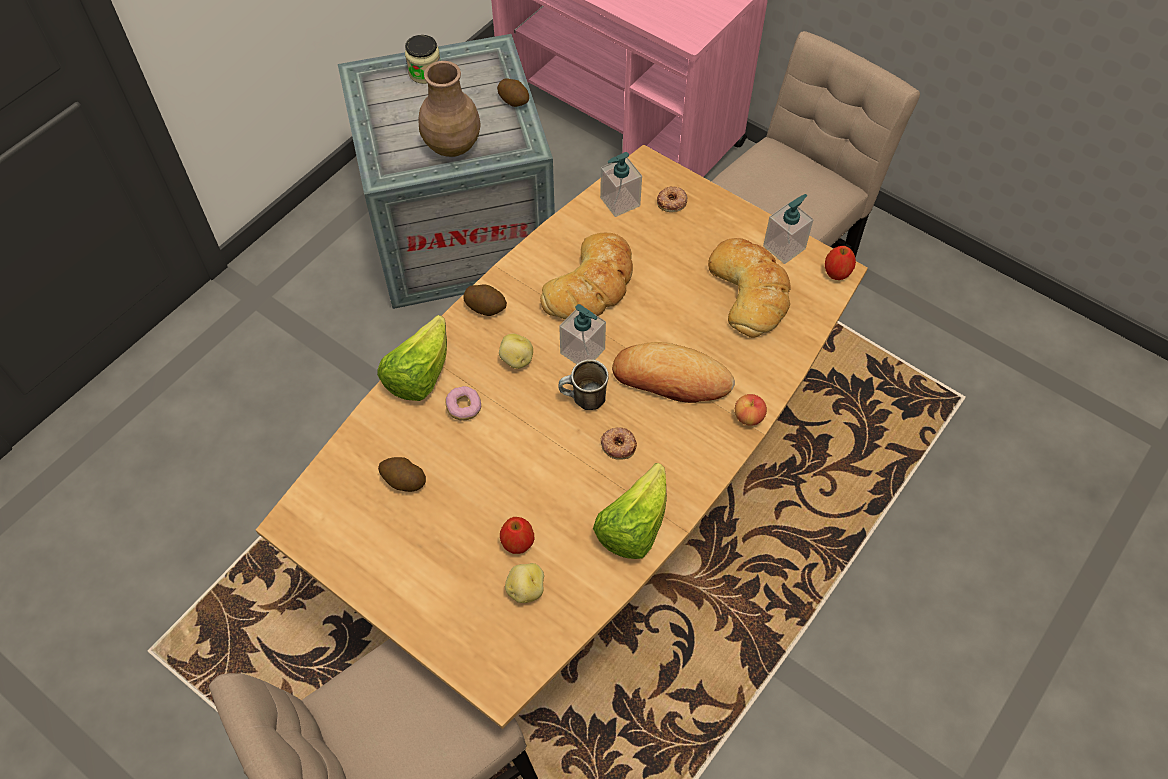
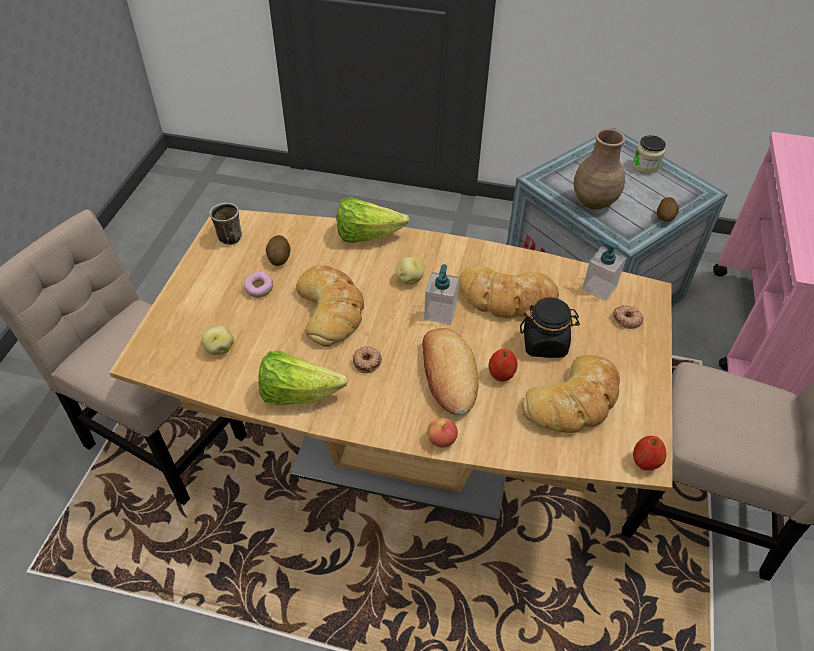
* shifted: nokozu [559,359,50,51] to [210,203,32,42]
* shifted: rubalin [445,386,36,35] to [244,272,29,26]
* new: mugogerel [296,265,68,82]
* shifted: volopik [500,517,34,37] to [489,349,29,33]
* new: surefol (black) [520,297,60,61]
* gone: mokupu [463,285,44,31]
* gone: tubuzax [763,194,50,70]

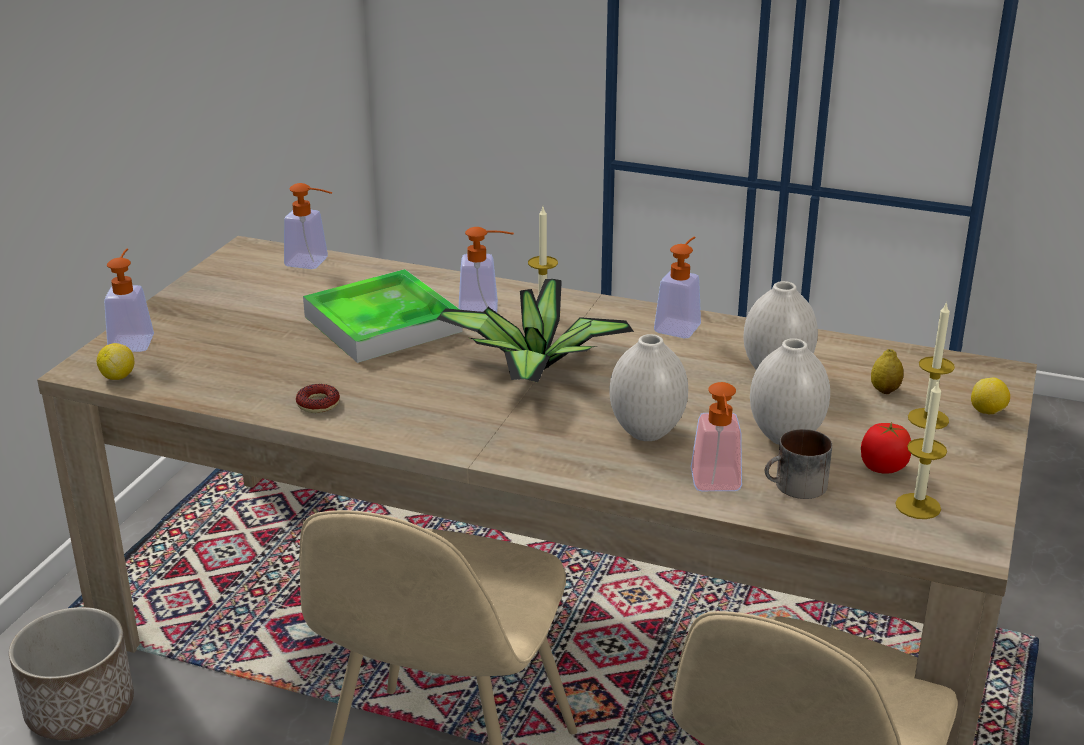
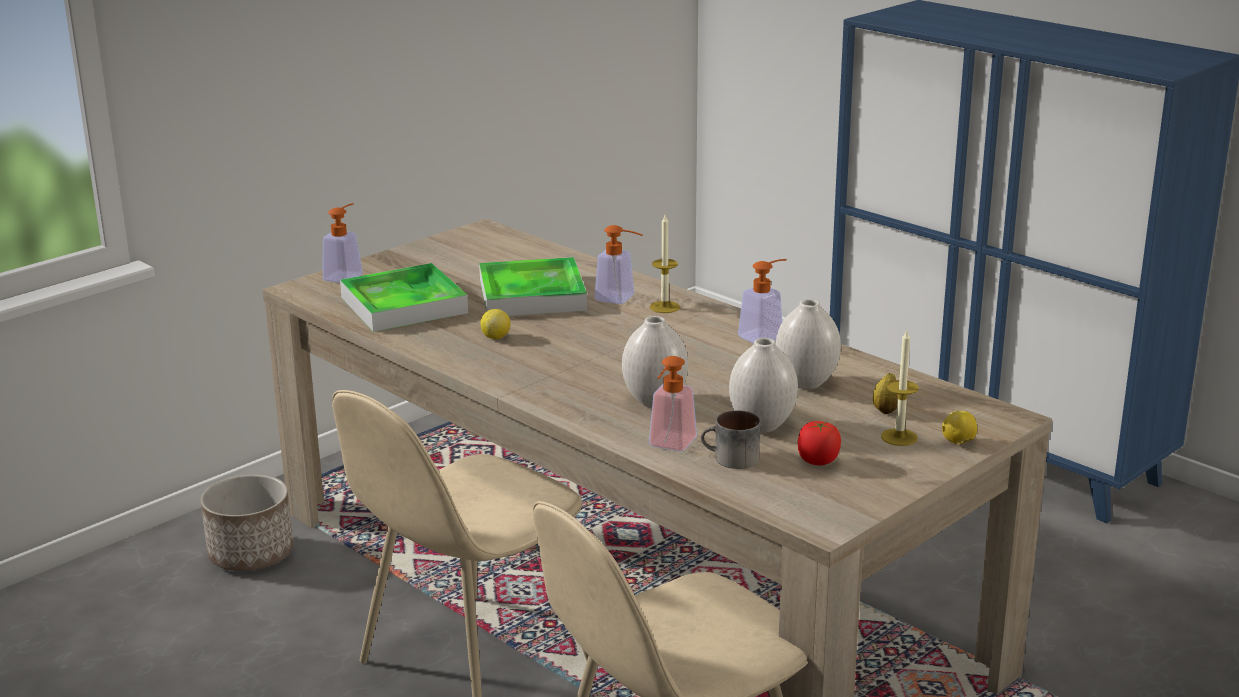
* new: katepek [340,263,128,69]
* shifted: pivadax [97,343,37,37] to [480,309,31,30]
* gone: tubuzax [284,183,49,86]
* gone: rubalin [296,384,44,29]
* gone: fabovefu [437,279,197,103]
* gone: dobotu [895,381,52,138]

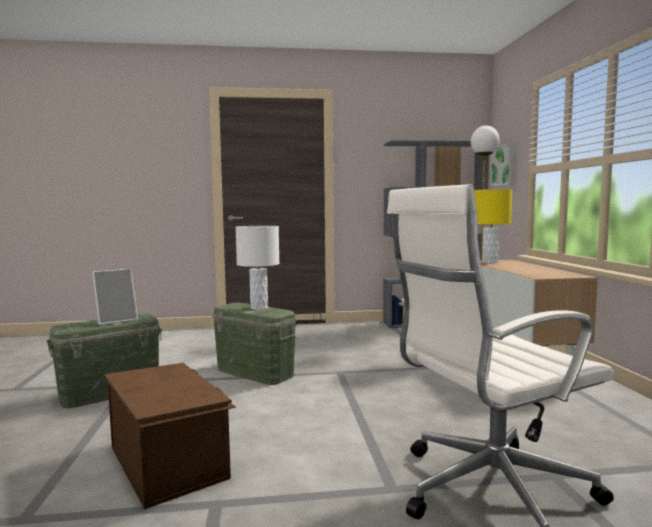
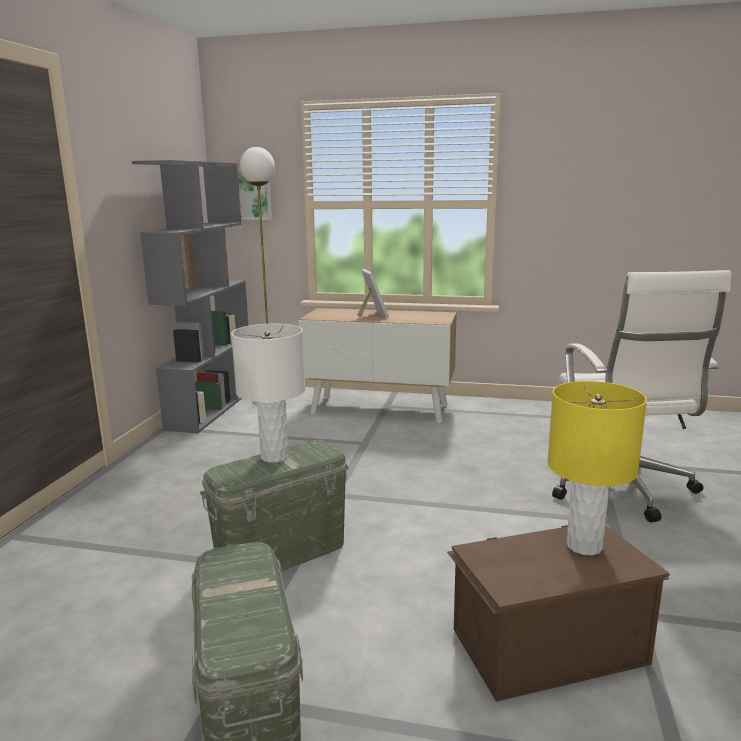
* shifted: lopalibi [92,269,46,57] to [357,269,32,49]
* shifted: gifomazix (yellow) [474,190,38,73] to [547,381,100,174]

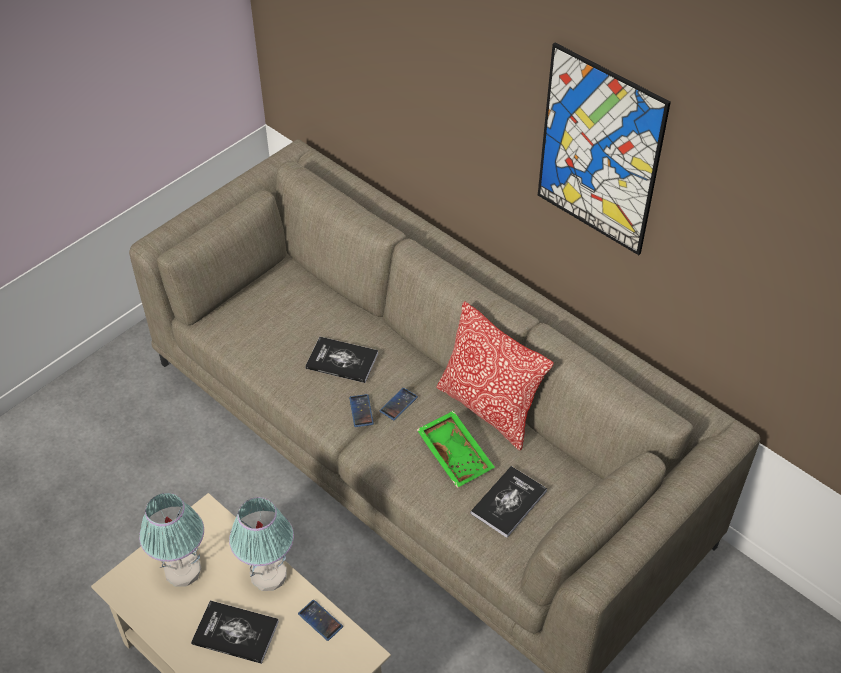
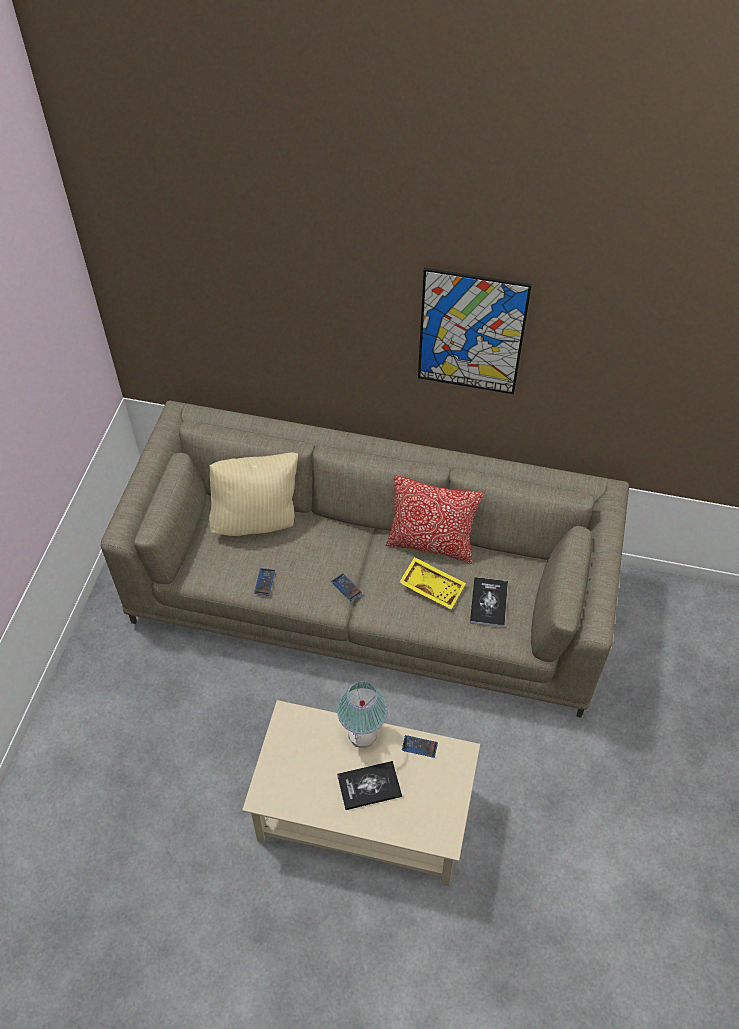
* new: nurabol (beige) [209,452,89,84]
* shifted: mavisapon [380,388,38,32] to [254,568,21,28]
* repainted: katepek (green) [416,411,79,77] to katepek (yellow) [399,557,67,53]
* gone: gifomazix [139,493,65,94]
* gone: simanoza [305,337,73,46]

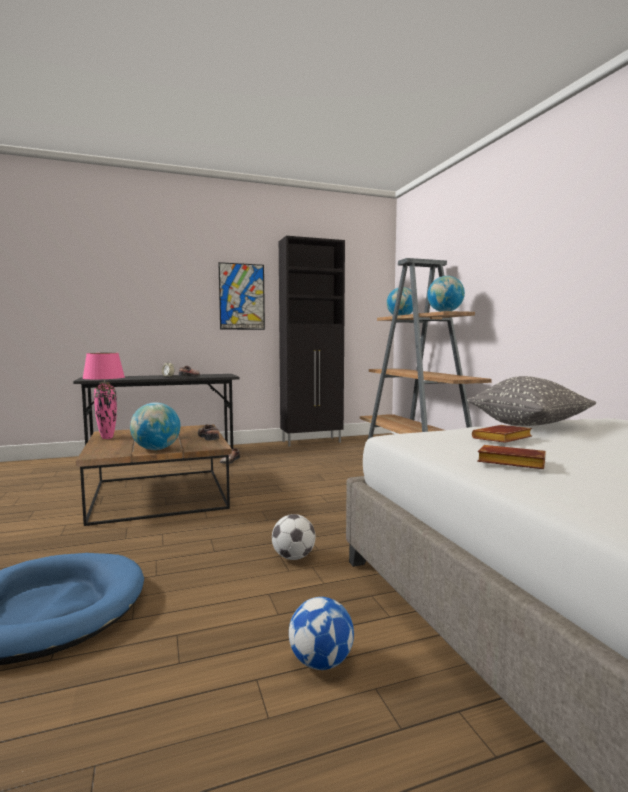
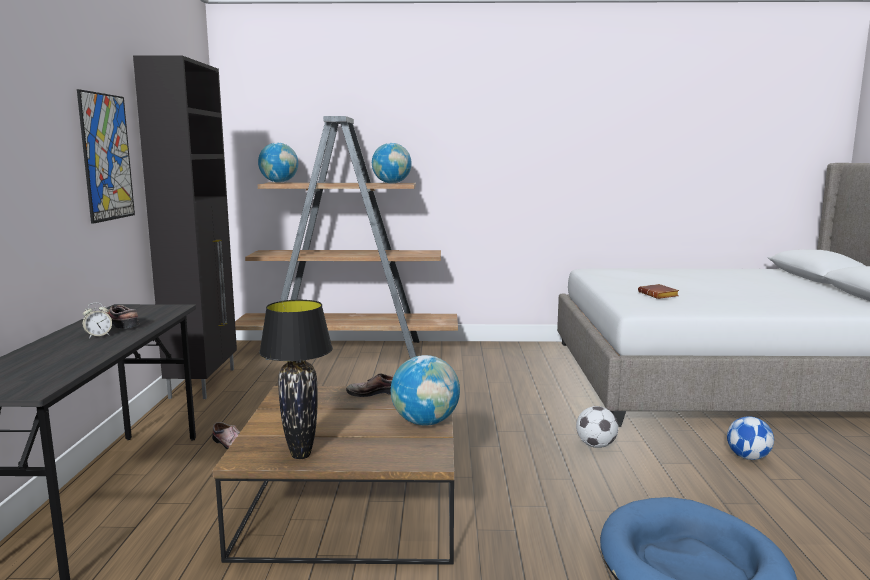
* repainted: gifomazix (pink) [82,353,43,86] to gifomazix (black) [259,300,74,159]
* gone: nurabol (grey) [467,376,129,50]
* gone: simanoza (brown) [477,445,69,24]

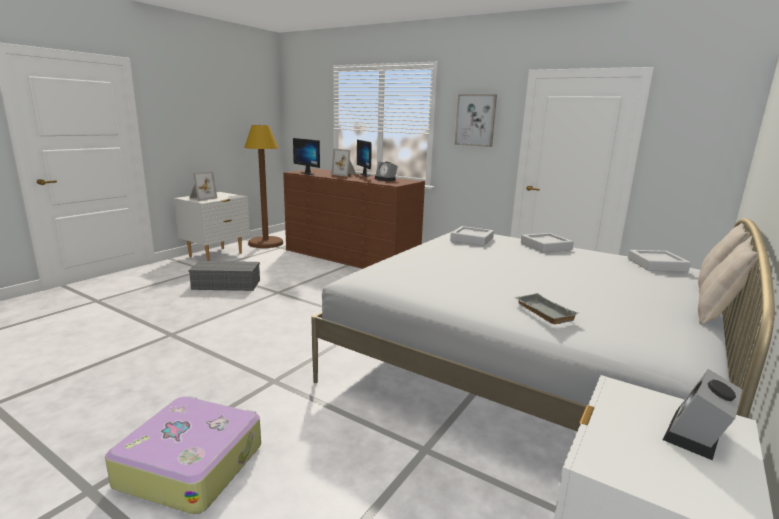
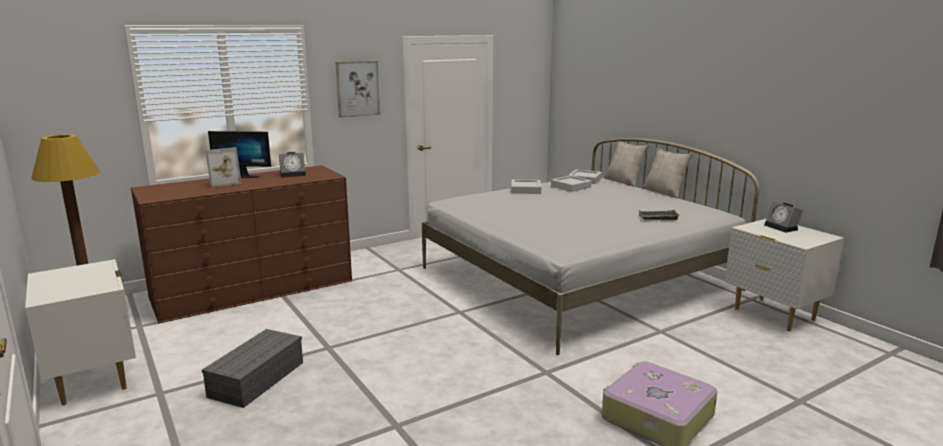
* shifted: katepek (grey) [450,226,44,20] to [551,176,40,16]
* gone: lopalibi [189,171,28,30]
* gone: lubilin [293,138,27,38]

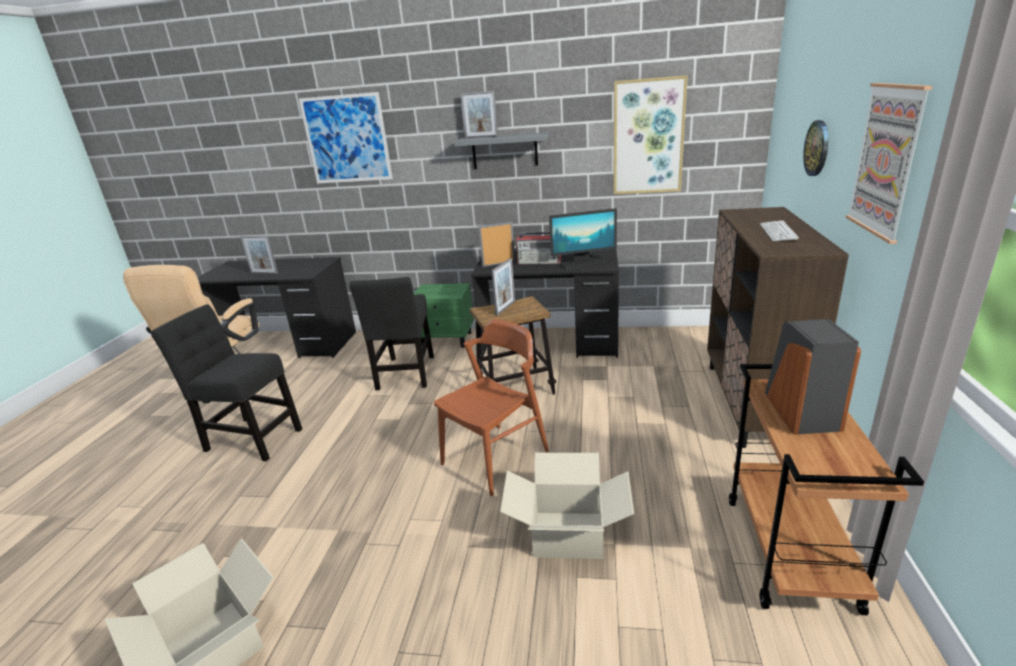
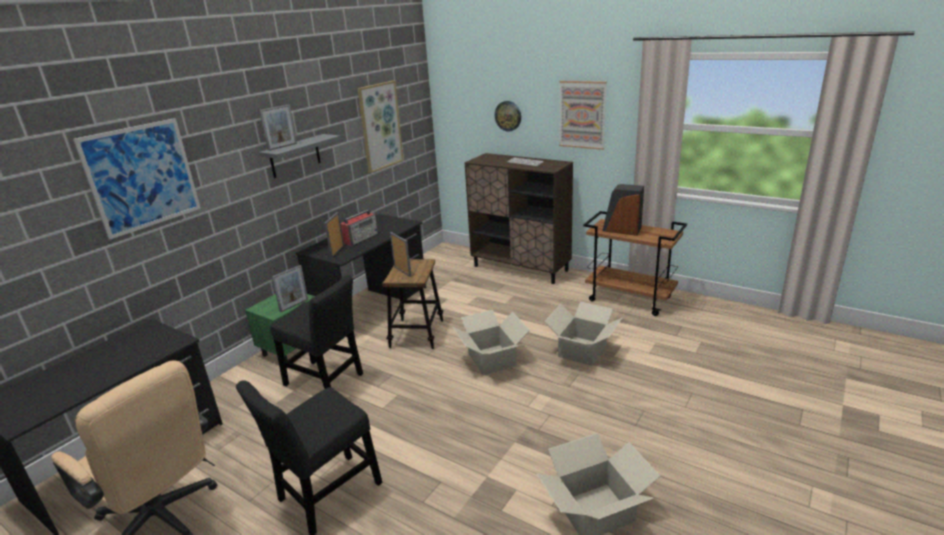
* shifted: lopalibi [240,236,38,38] to [272,265,36,47]
* swapped: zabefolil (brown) [434,319,115,177] to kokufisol [453,310,77,65]
* gone: lubilin [549,208,68,62]

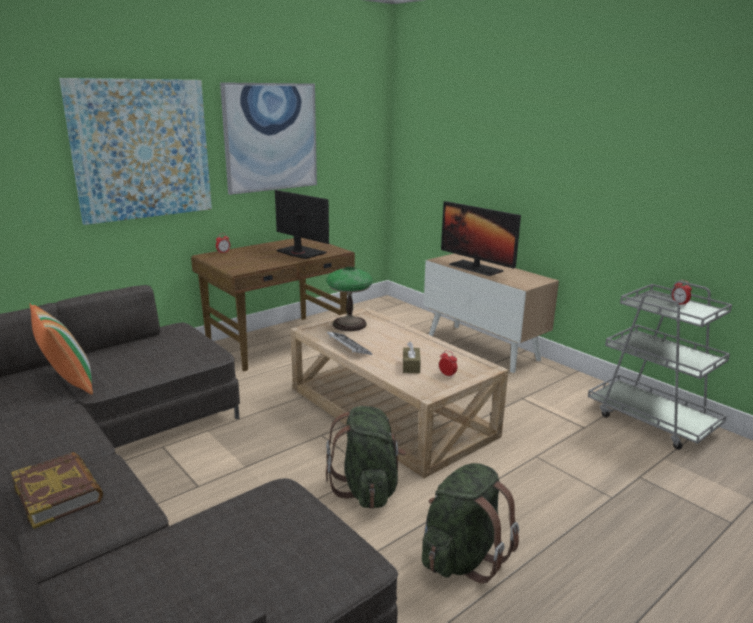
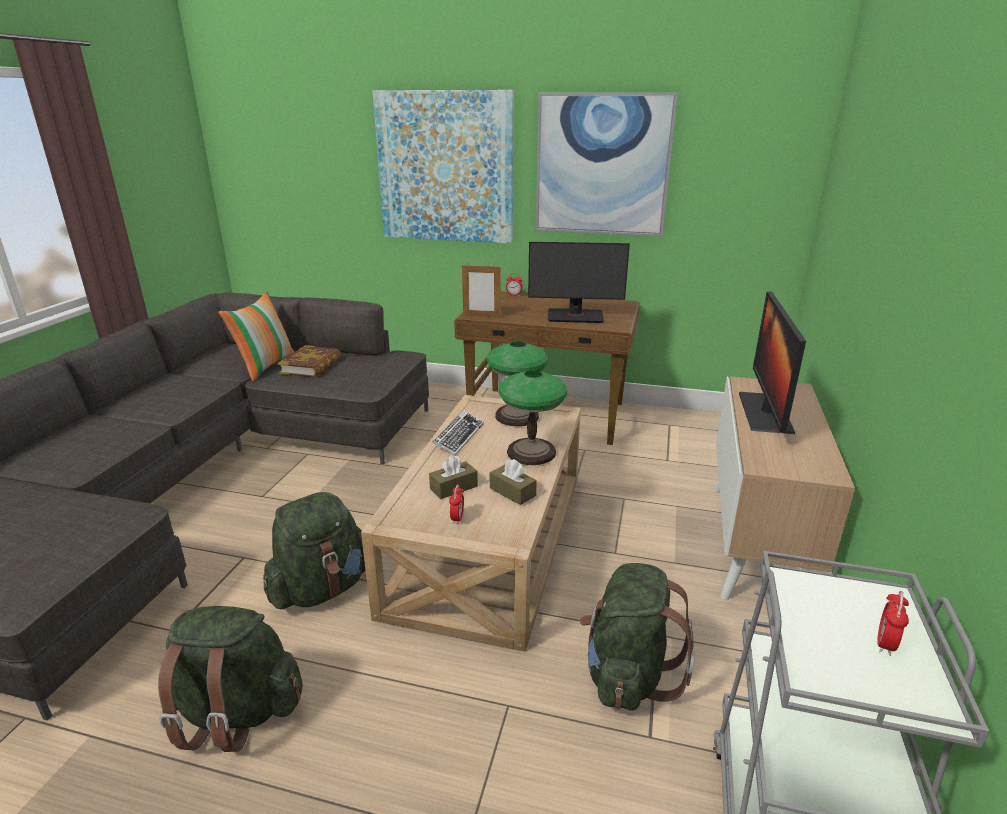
* shifted: simanoza [11,452,92,77] to [278,345,63,32]
* new: lopalibi [462,264,39,53]
* new: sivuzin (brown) [490,459,47,46]
* new: gifomazix [499,371,68,94]
* rotated: lubilin [275,190,54,69] = [528,242,102,81] 90 degrees clockwise
* new: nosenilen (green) [580,563,115,147]

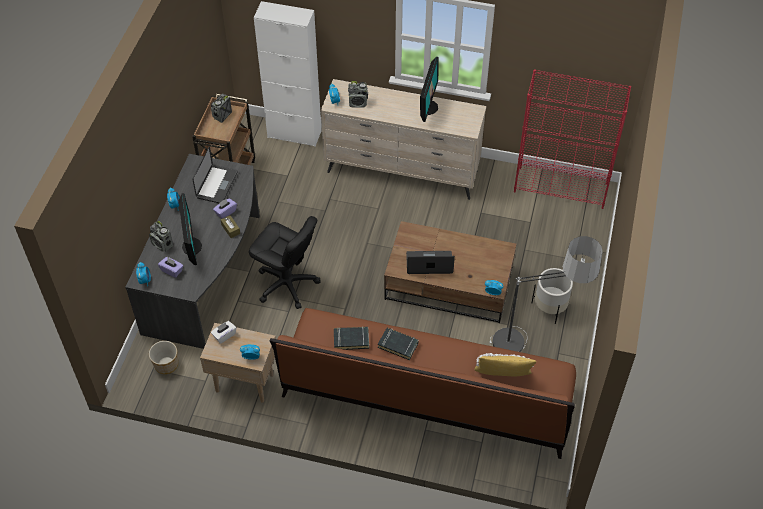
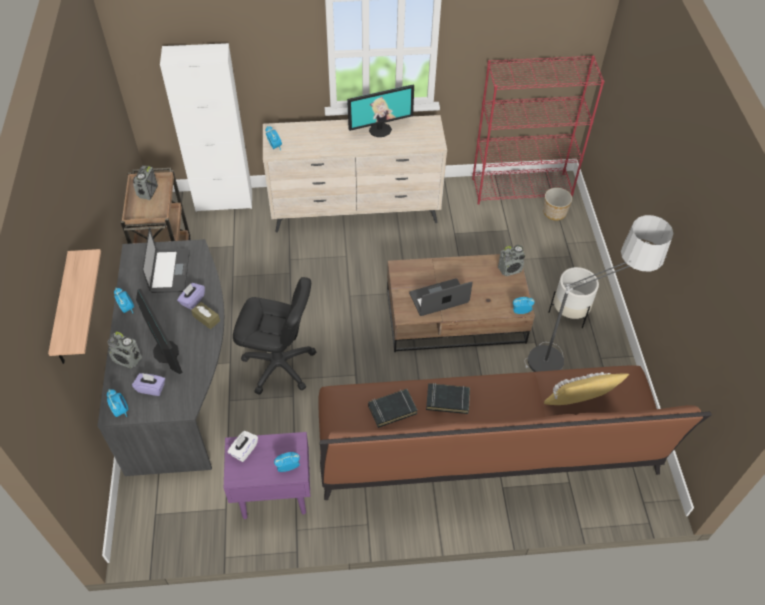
* new: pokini [48,249,53,115]
* repainted: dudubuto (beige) [200,323,76,80] to dudubuto (purple) [224,432,86,87]
* rotated: lubilin [420,57,19,65] = [347,85,67,52] 75 degrees clockwise
* shifted: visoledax [348,81,20,26] to [498,245,27,31]
* shifted: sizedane [149,341,29,33] to [543,188,29,33]

